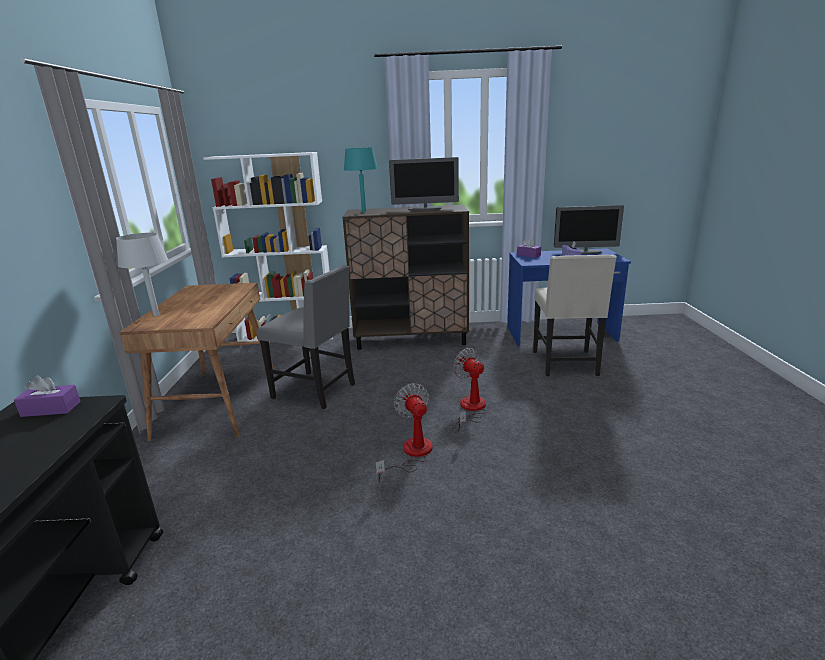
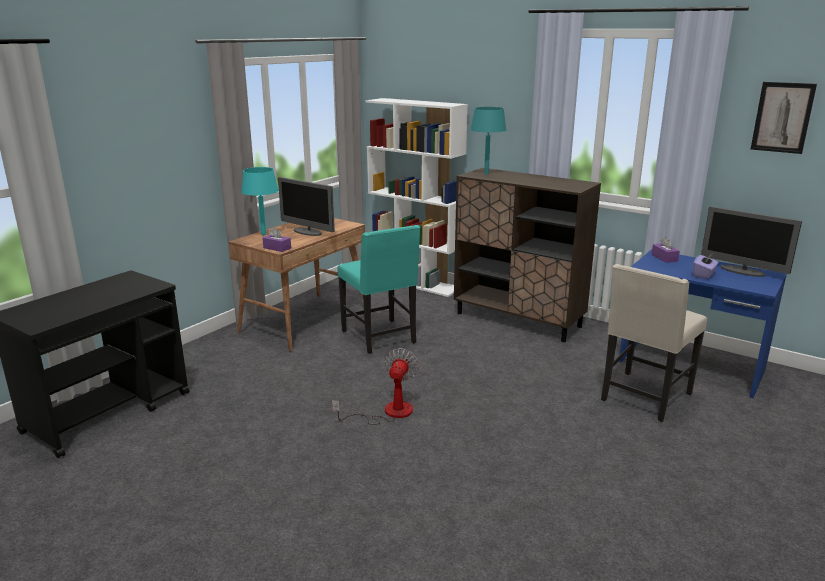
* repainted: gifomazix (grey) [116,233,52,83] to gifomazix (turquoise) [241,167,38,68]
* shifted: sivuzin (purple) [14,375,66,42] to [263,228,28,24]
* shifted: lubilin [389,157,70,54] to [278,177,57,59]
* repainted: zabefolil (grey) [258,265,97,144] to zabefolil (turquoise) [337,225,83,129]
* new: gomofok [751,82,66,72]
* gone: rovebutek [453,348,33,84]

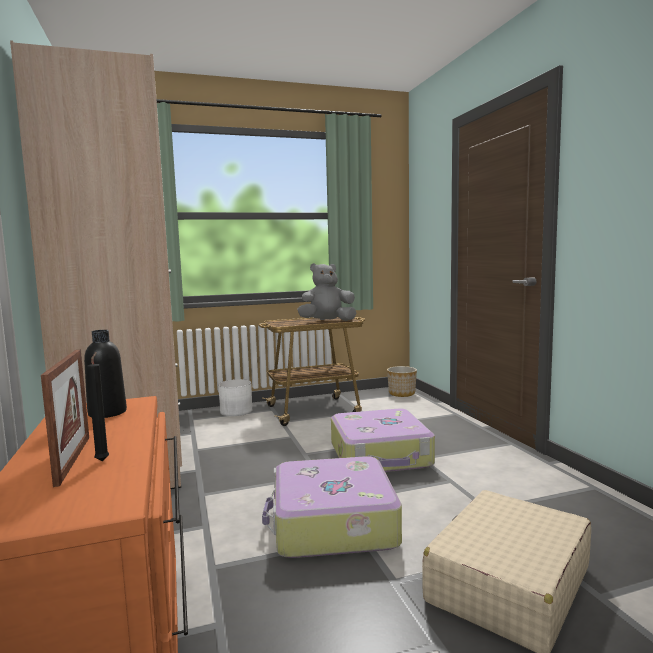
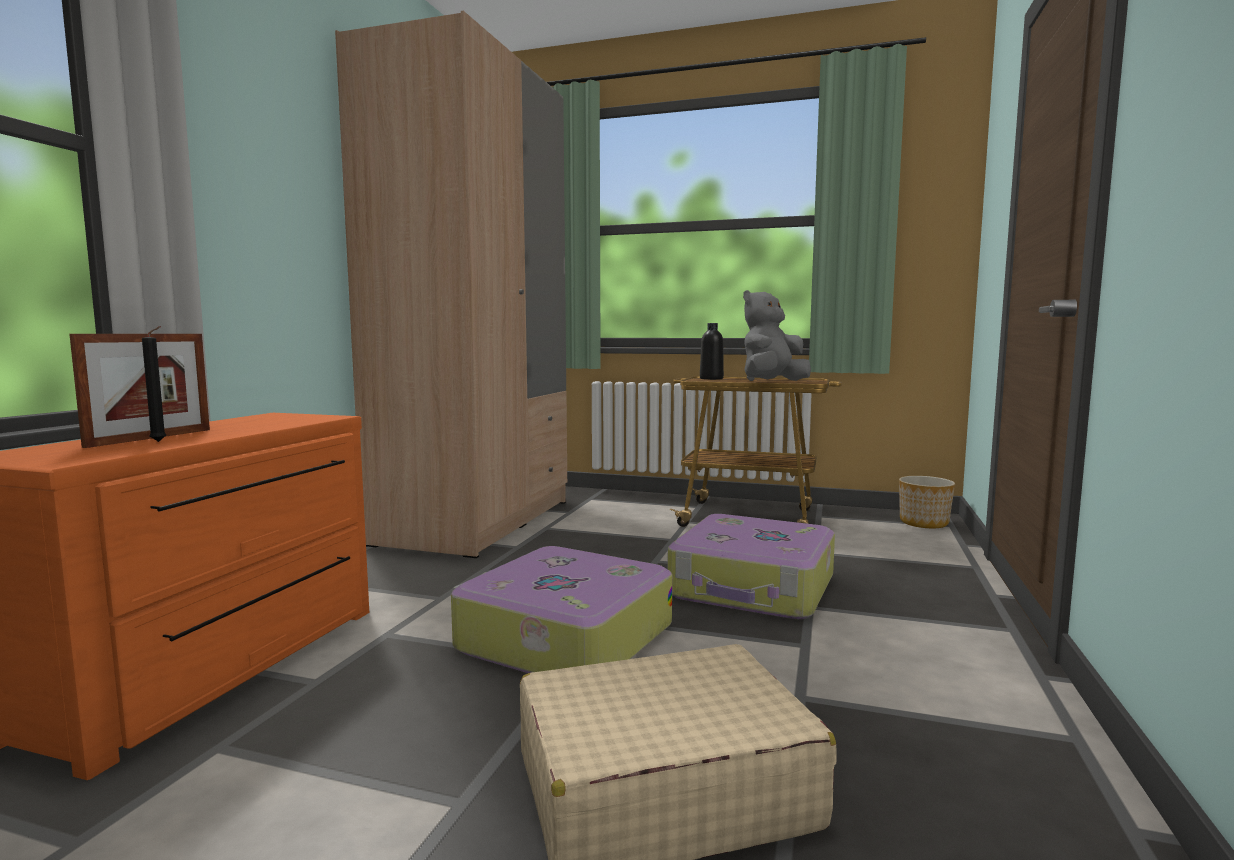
* shifted: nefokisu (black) [84,330,43,88] to [700,323,24,57]
* rotated: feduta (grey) [297,263,60,58] = [743,290,68,91] 60 degrees counterclockwise
* gone: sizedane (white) [218,379,34,37]

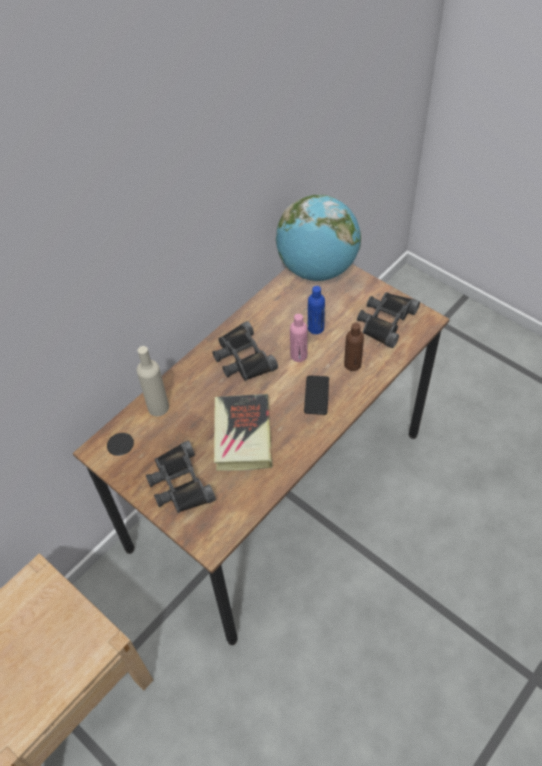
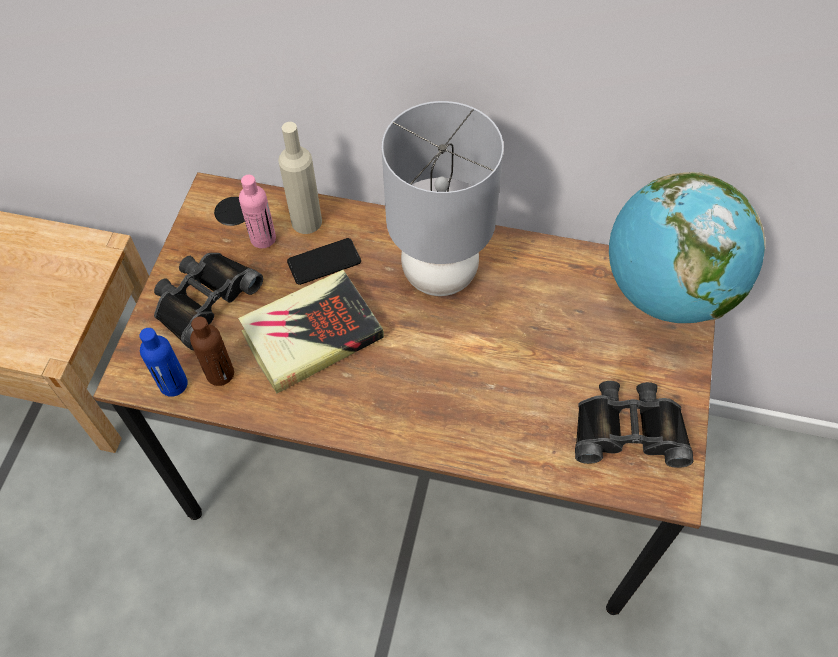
* shifted: nefokisu (blue) [308,286,17,48] to [140,328,48,69]
* shifted: nefokisu (brown) [344,323,20,48] to [190,317,44,69]
* shifted: nefokisu (pink) [290,314,18,48] to [239,175,37,73]
* shifted: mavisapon [304,375,25,40] to [287,238,74,47]
* swapped: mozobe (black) [213,321,65,60] to gifomazix (grey) [382,101,122,195]

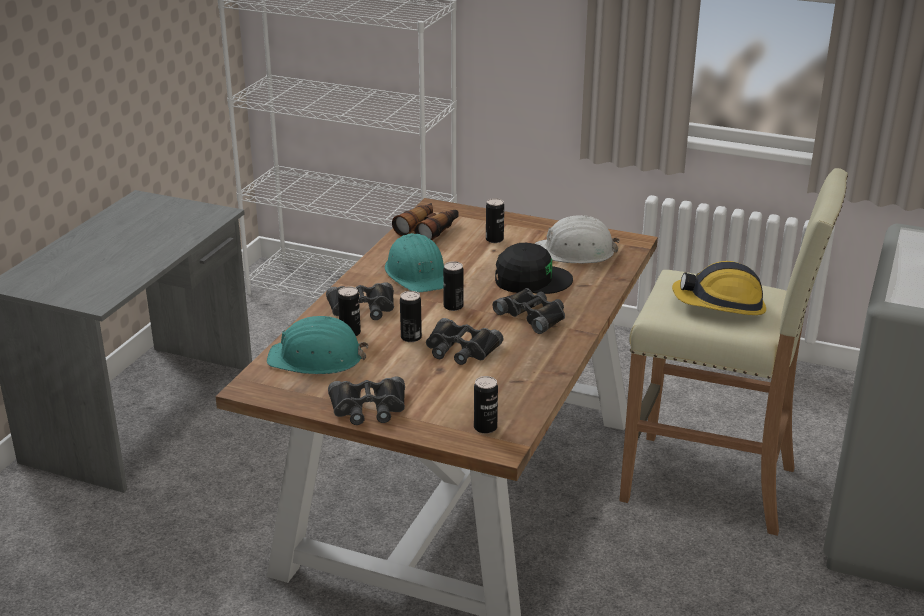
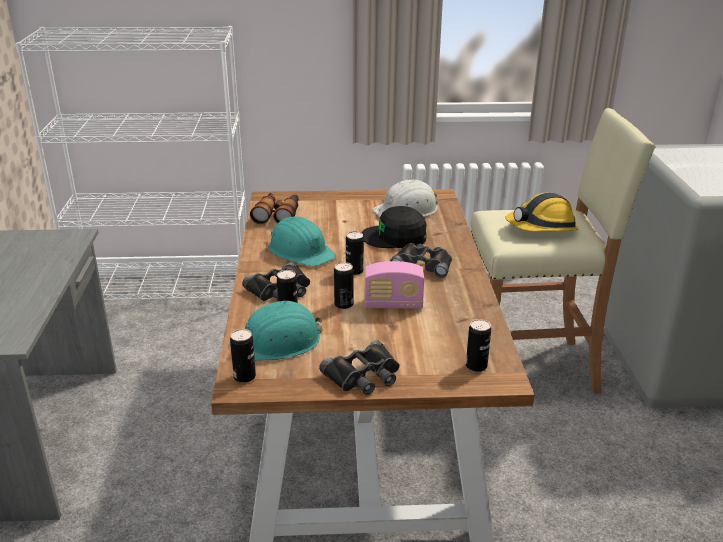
* shifted: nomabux [486,198,18,45] to [230,329,26,54]
* rotated: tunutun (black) [495,243,78,51] = [361,206,66,42] 150 degrees counterclockwise
* swapped: mozobe (black) [426,318,78,47] to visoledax [364,261,60,48]

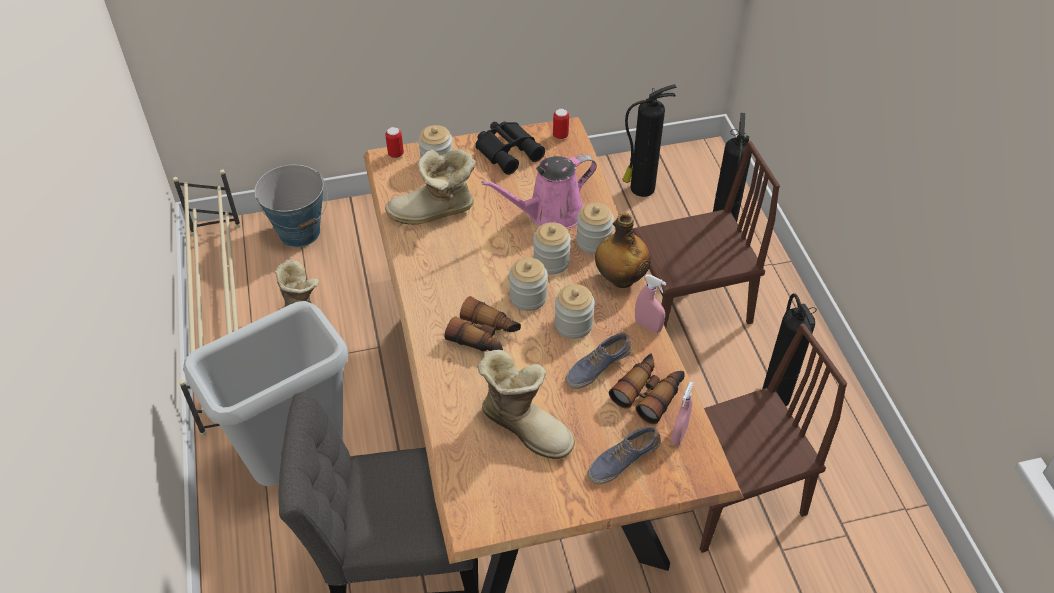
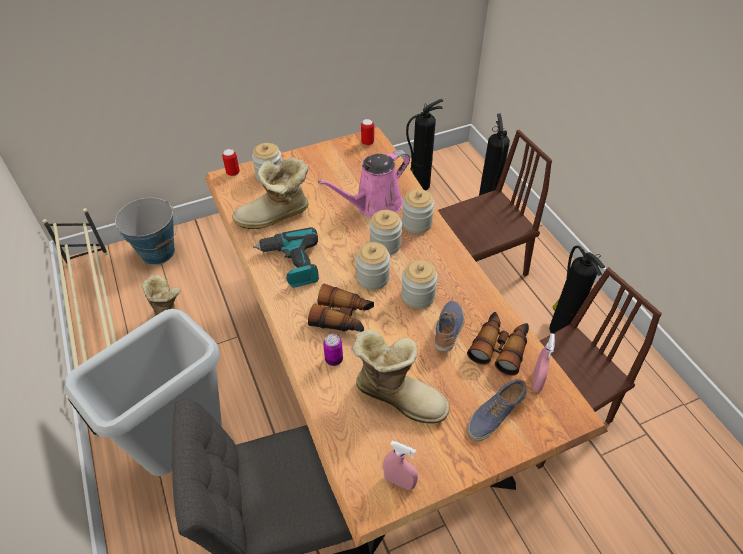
* new: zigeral [253,227,66,61]
* new: nomabux [323,334,20,32]
* shifted: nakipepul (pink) [635,274,31,59] to [383,441,35,49]
* rotated: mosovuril [566,333,66,56] = [434,301,30,50] 150 degrees clockwise
* gone: mozobe (black) [475,122,70,53]
* gone: nefokisu [595,213,56,75]

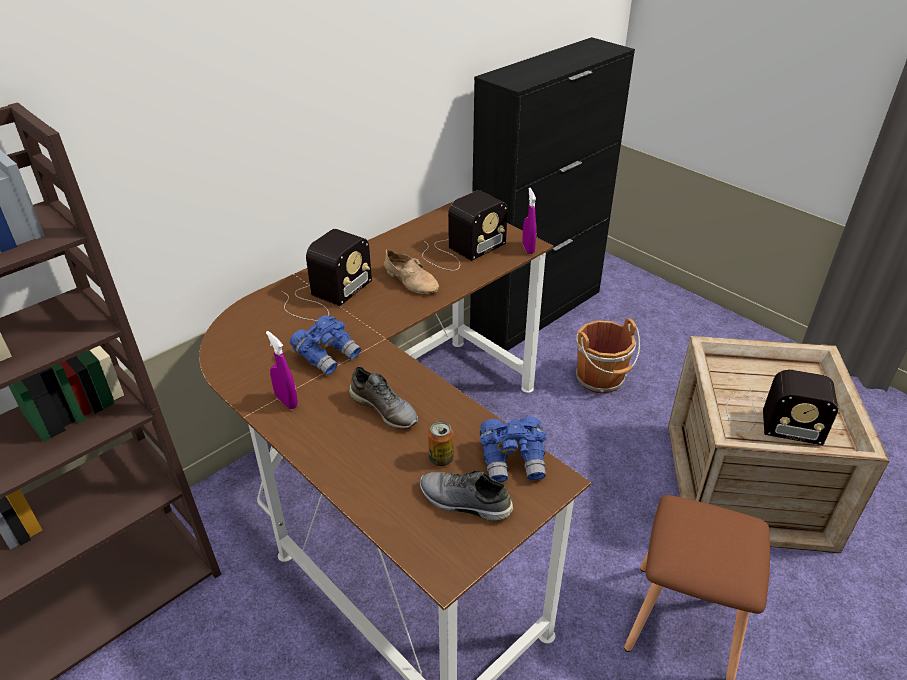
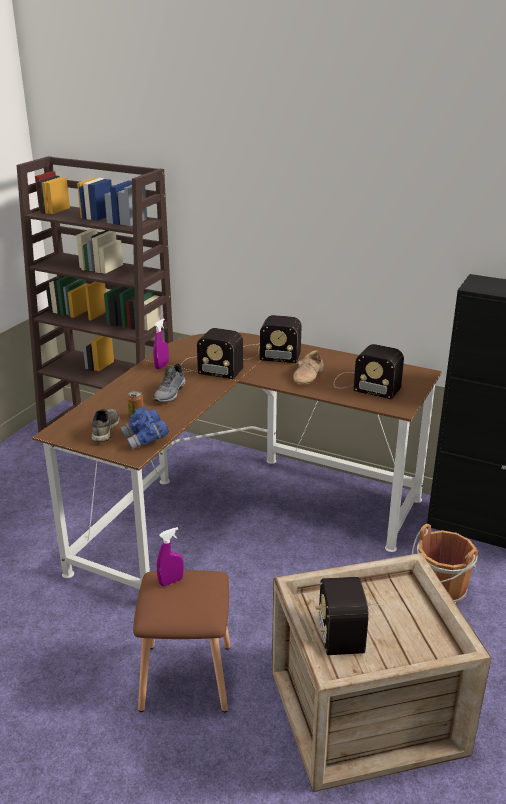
* shifted: nakipepul (purple) [522,188,14,66] to [157,527,27,59]
* swapped: mozobe (blue) [290,315,71,60] to visoledax [181,328,62,51]

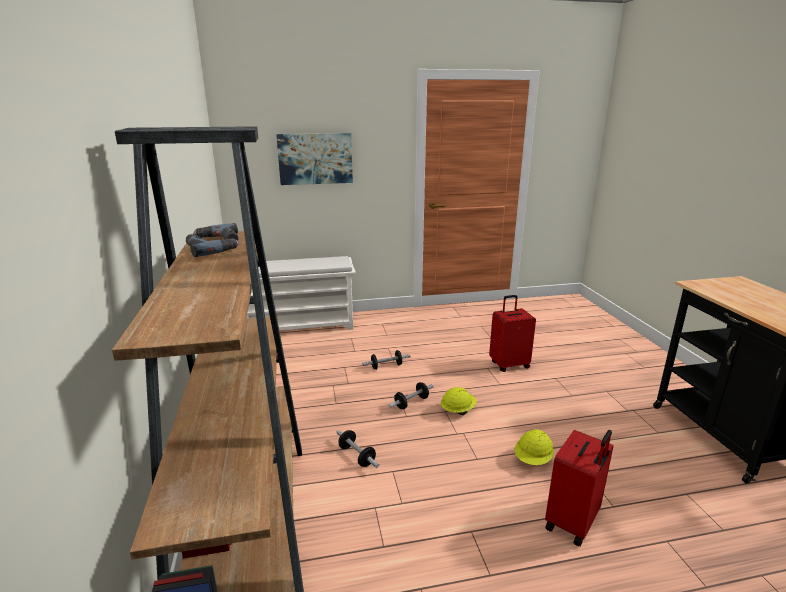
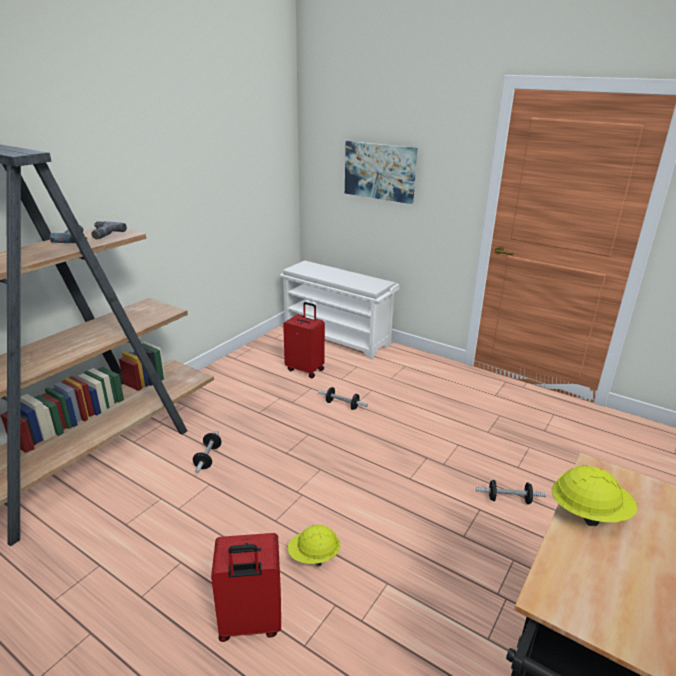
* shifted: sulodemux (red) [489,295,47,77] to [283,302,42,76]
* shifted: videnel [389,382,45,27] to [476,480,70,24]
* shifted: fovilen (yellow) [441,387,36,28] to [551,466,87,60]

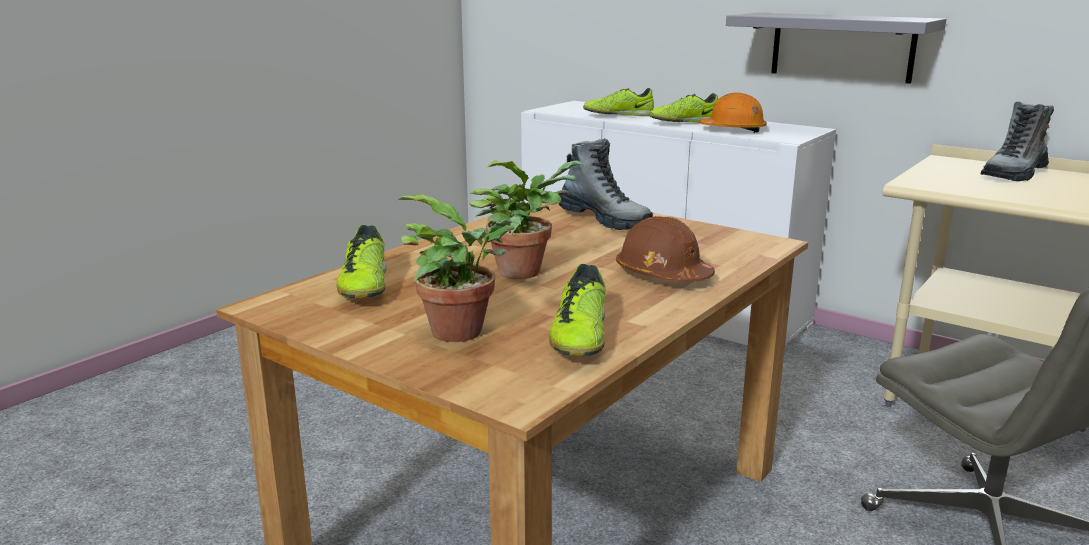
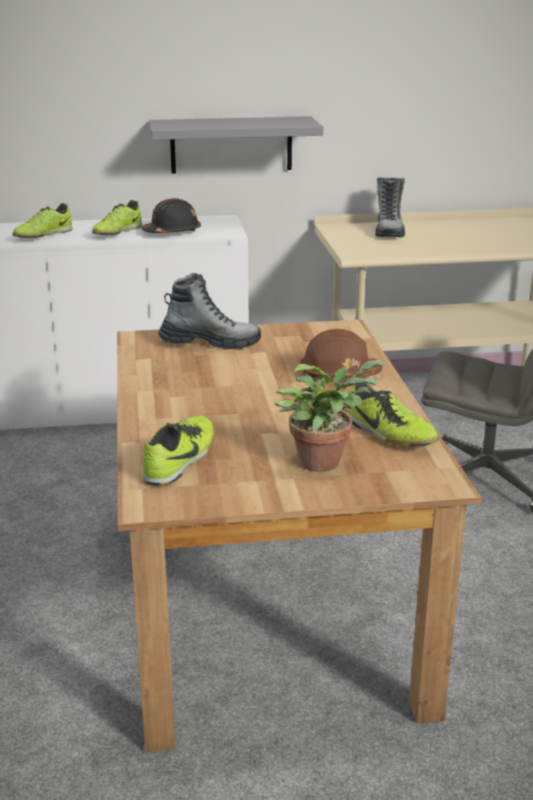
* repainted: fovilen (orange) [699,92,68,41] to fovilen (black) [142,198,59,35]
* rotated: mosovuril [336,225,51,73] = [143,415,72,71] 105 degrees counterclockwise
* gone: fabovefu [469,160,115,119]

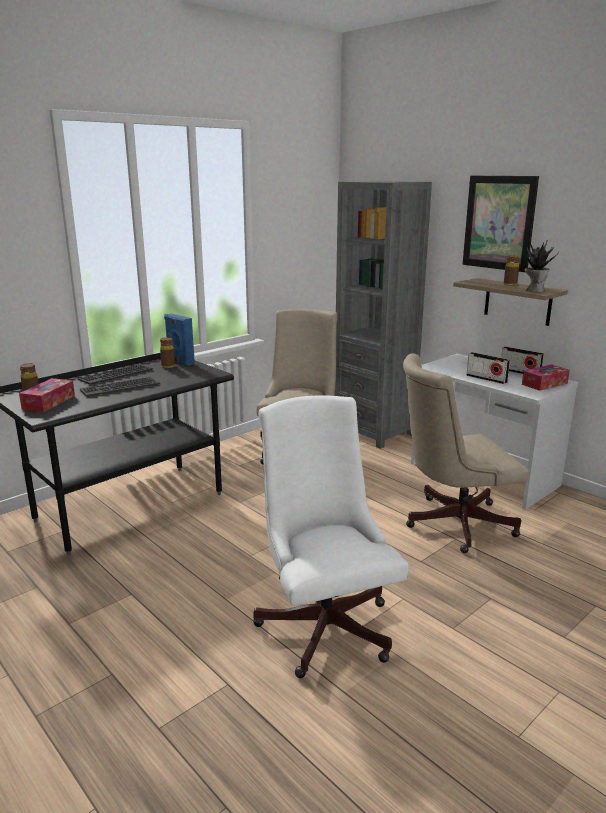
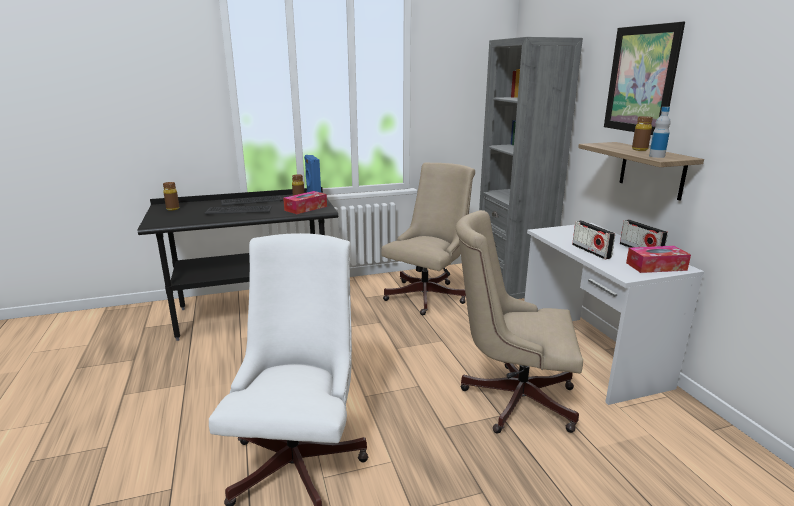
* shifted: sivuzin [19,378,56,34] to [283,191,44,23]
* swapped: fabovefu [523,240,36,52] to nefokisu [649,107,22,51]

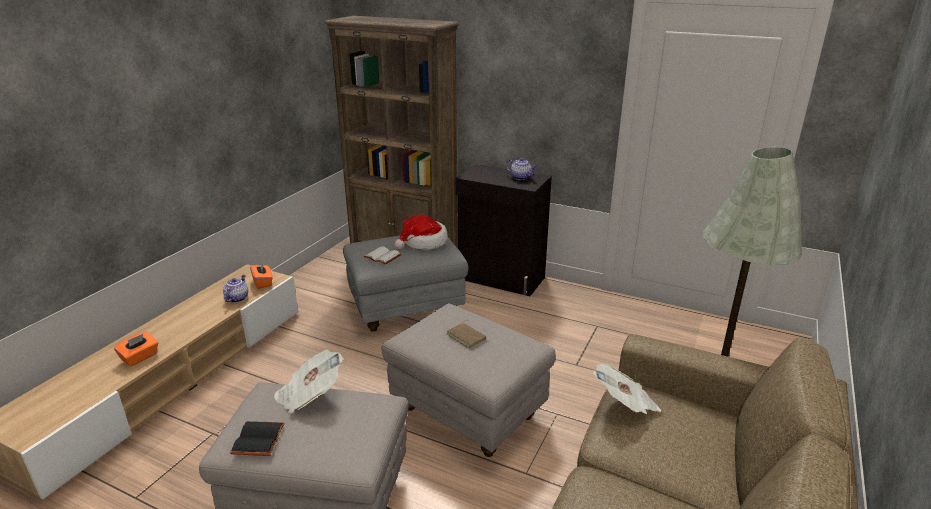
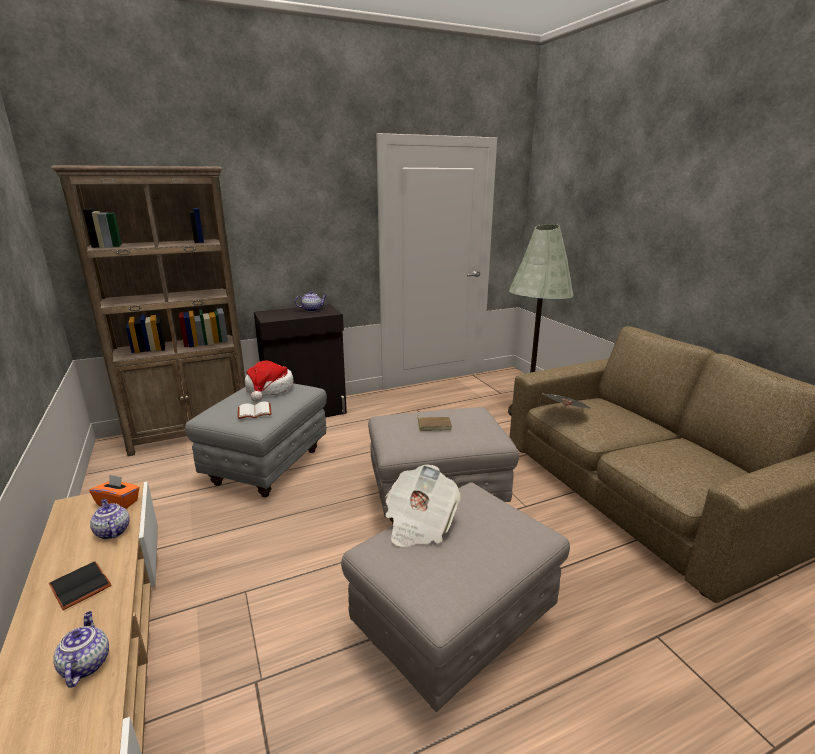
* shifted: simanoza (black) [230,421,55,35] to [49,561,62,49]
* swapped: sivuzin (orange) [114,332,44,34] to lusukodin [53,611,56,77]

